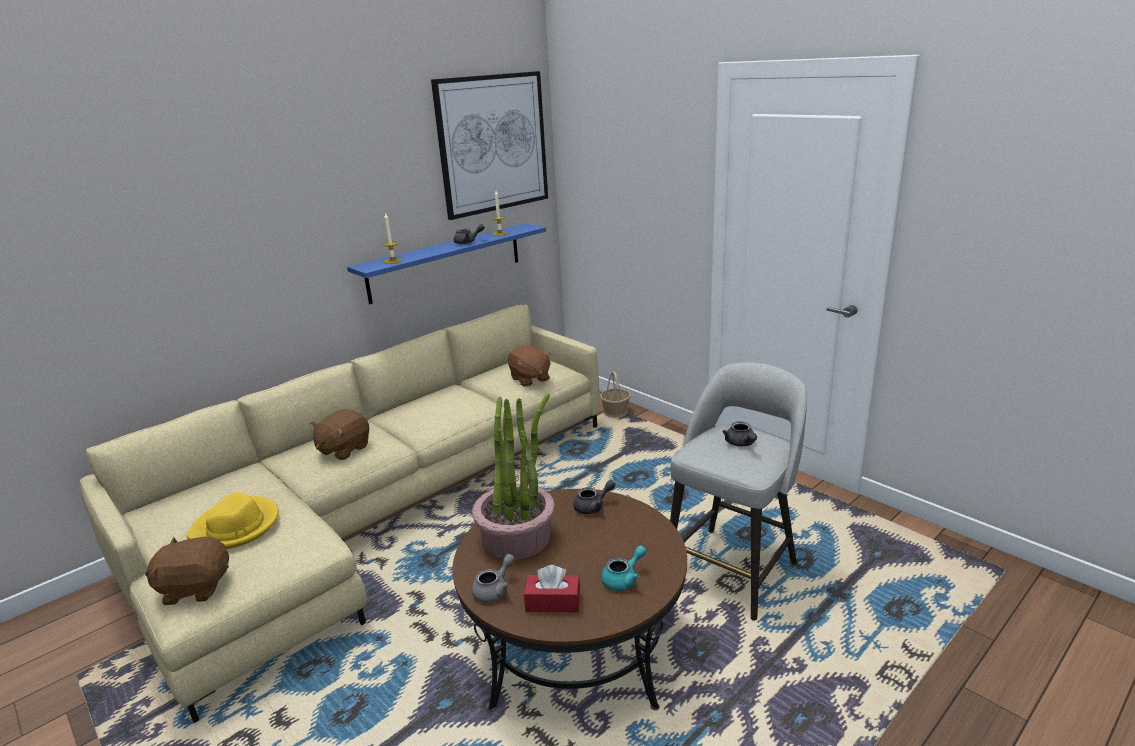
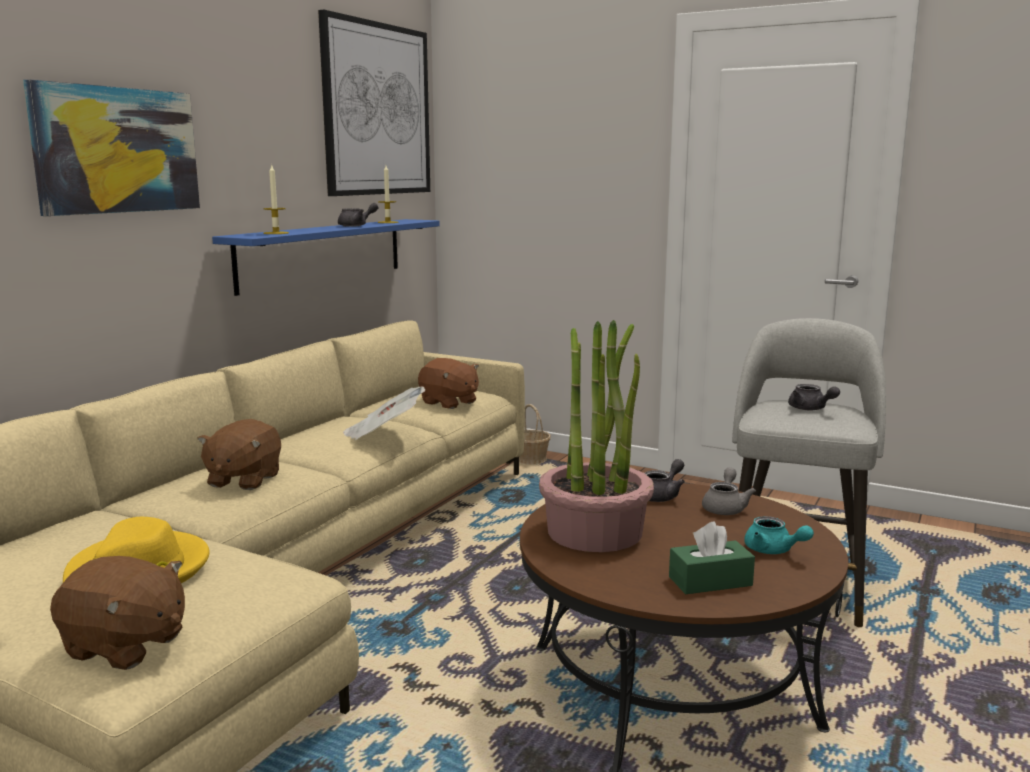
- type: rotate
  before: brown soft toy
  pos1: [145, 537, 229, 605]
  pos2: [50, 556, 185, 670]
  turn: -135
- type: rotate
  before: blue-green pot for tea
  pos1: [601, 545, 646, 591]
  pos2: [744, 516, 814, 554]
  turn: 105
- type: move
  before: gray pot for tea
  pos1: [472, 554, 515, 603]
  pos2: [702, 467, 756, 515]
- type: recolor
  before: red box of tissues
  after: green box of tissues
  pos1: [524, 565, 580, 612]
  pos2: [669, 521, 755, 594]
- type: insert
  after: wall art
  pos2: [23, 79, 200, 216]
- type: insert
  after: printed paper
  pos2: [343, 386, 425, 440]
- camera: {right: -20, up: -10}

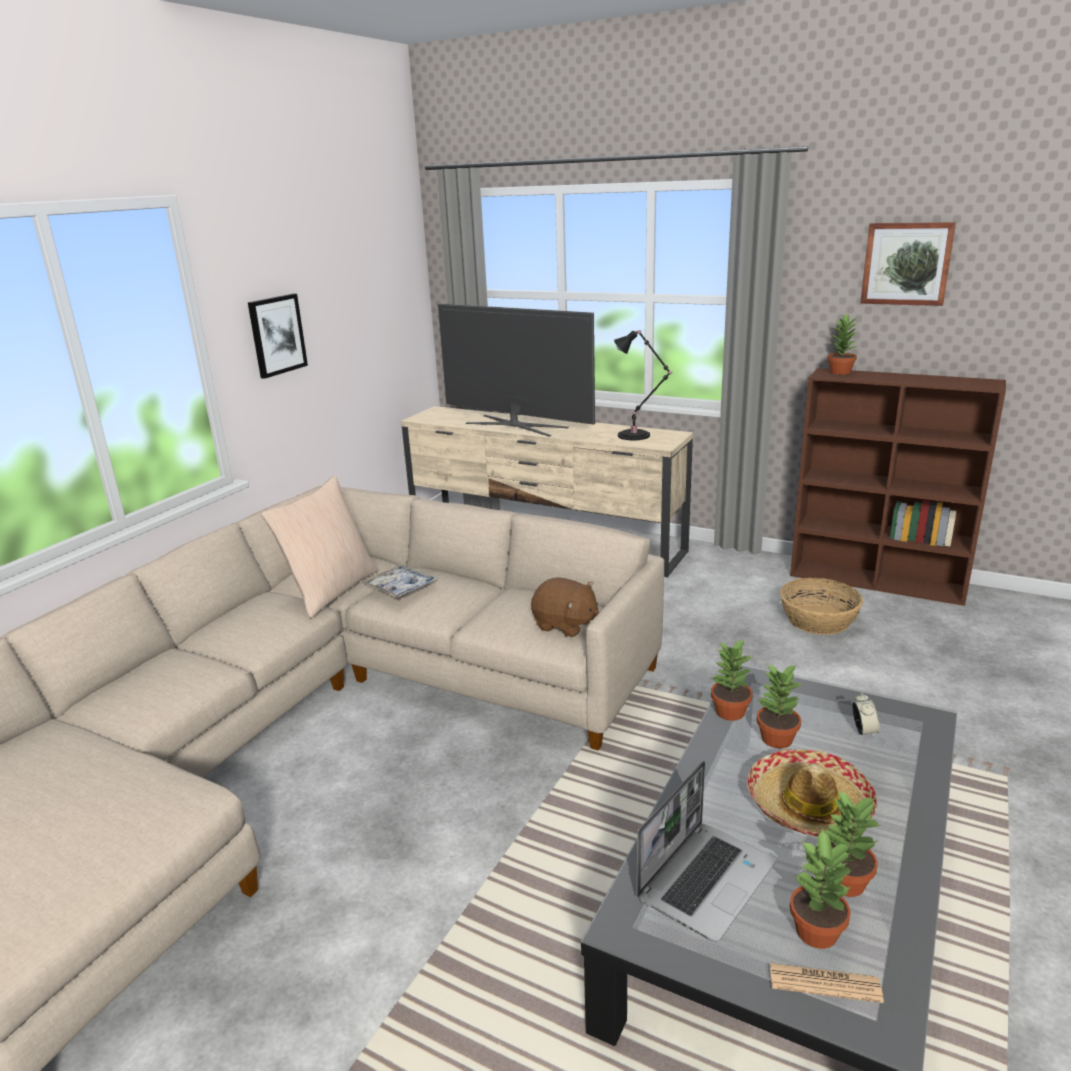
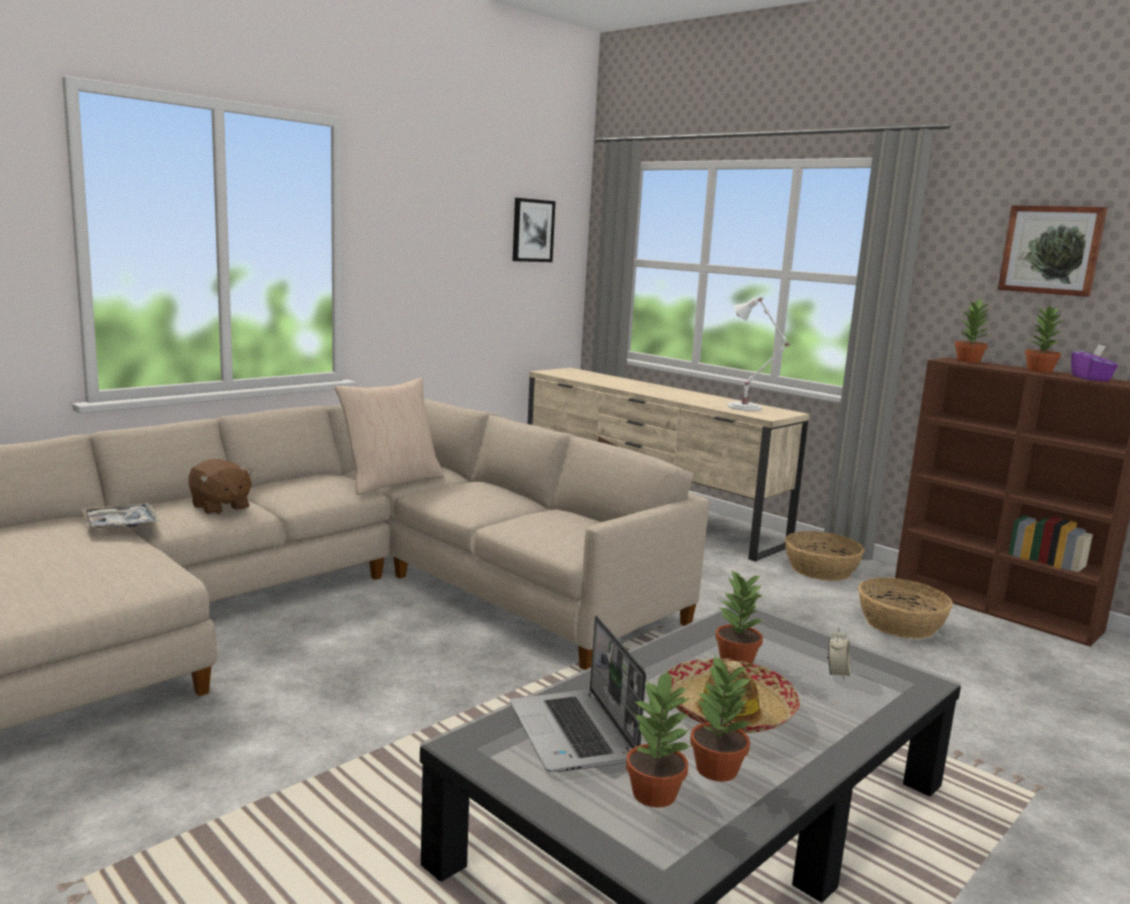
- type: move
  before: wall art
  pos1: [248, 294, 308, 379]
  pos2: [513, 198, 556, 262]
- type: delete
  before: television
  pos1: [438, 304, 595, 437]
- type: recolor
  before: black-coloured lamp for a table
  after: whitish lamp for a table
  pos1: [614, 330, 672, 440]
  pos2: [728, 297, 789, 411]
- type: move
  before: carrying tray
  pos1: [361, 565, 439, 599]
  pos2: [82, 503, 160, 529]
- type: move
  before: brown soft toy
  pos1: [531, 577, 599, 637]
  pos2: [188, 459, 254, 515]
- type: move
  before: potted plant
  pos1: [711, 640, 754, 721]
  pos2: [1025, 306, 1065, 373]
- type: rotate
  before: laptop
  pos1: [637, 761, 776, 942]
  pos2: [510, 615, 646, 772]
  turn: 105
- type: delete
  before: printed paper
  pos1: [770, 963, 884, 1003]
- type: insert
  after: purplish box of tissues
  pos2: [1071, 345, 1118, 381]
- type: insert
  after: household basket
  pos2: [785, 531, 865, 581]
- camera: {right: 15, up: -10}

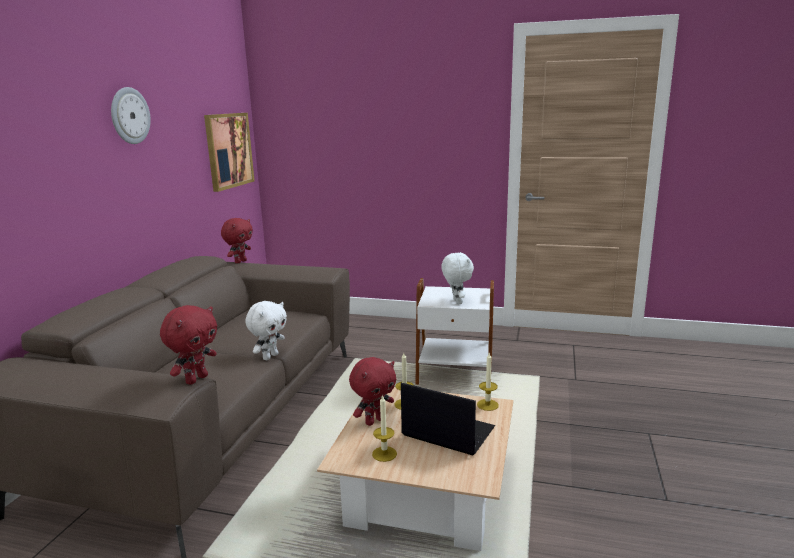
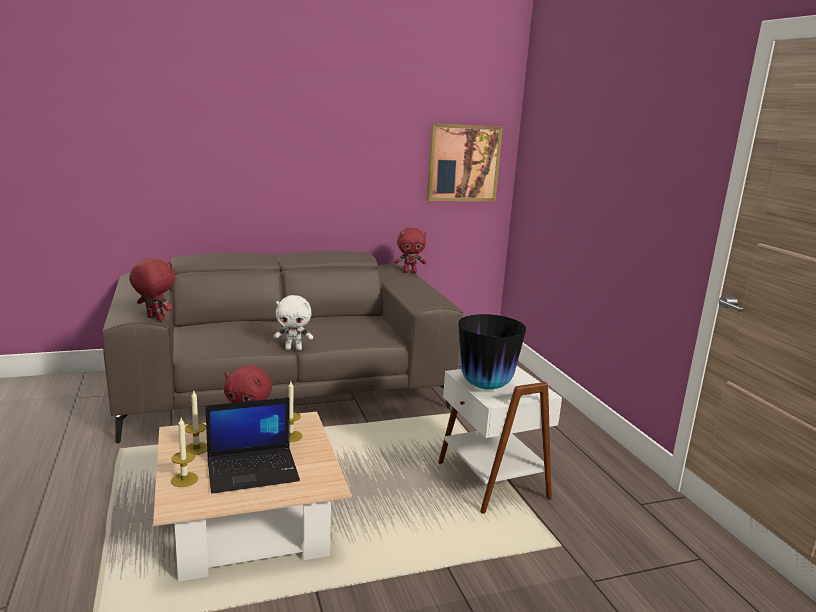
- type: delete
  before: hanging clock
  pos1: [111, 87, 151, 144]
- type: replace
  before: whitish soft toy
  after: vase
  pos1: [441, 252, 474, 304]
  pos2: [458, 314, 526, 390]
- type: rotate
  before: red soft toy
  pos1: [160, 305, 217, 385]
  pos2: [129, 258, 175, 321]
  turn: -150
- type: move
  before: wax candle
  pos1: [477, 353, 499, 411]
  pos2: [171, 418, 198, 487]
- type: rotate
  before: laptop
  pos1: [401, 382, 495, 455]
  pos2: [205, 397, 300, 494]
  turn: 75
- camera: {right: 55, up: 0}

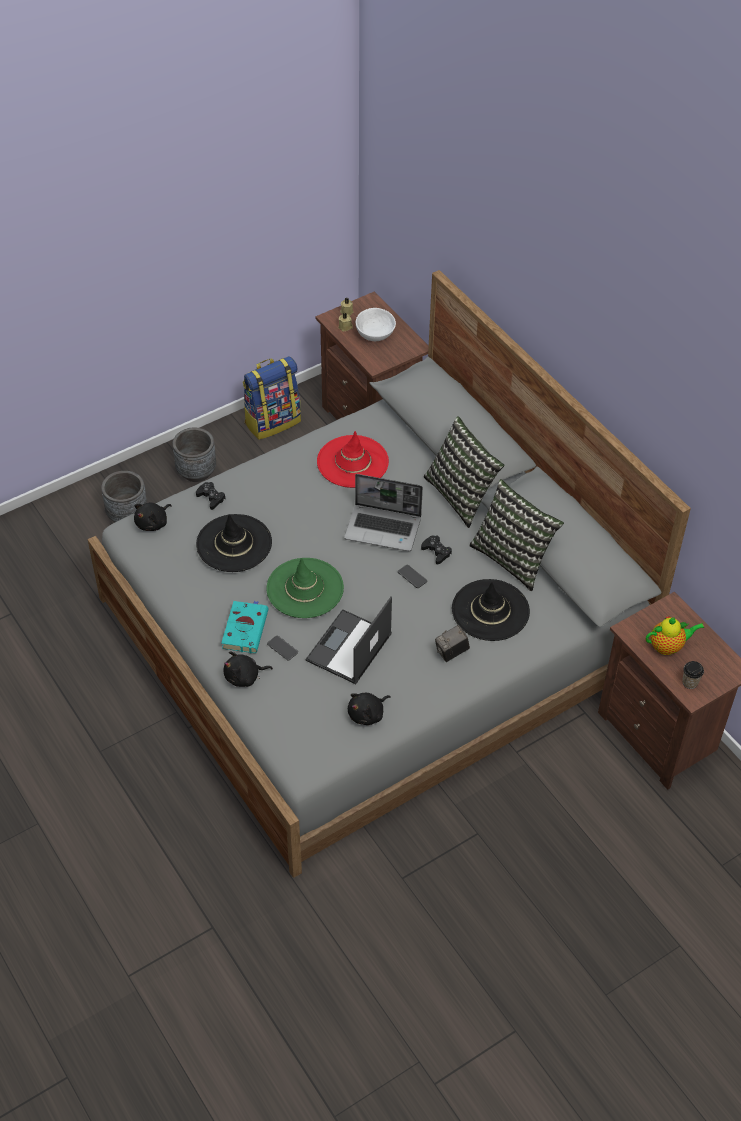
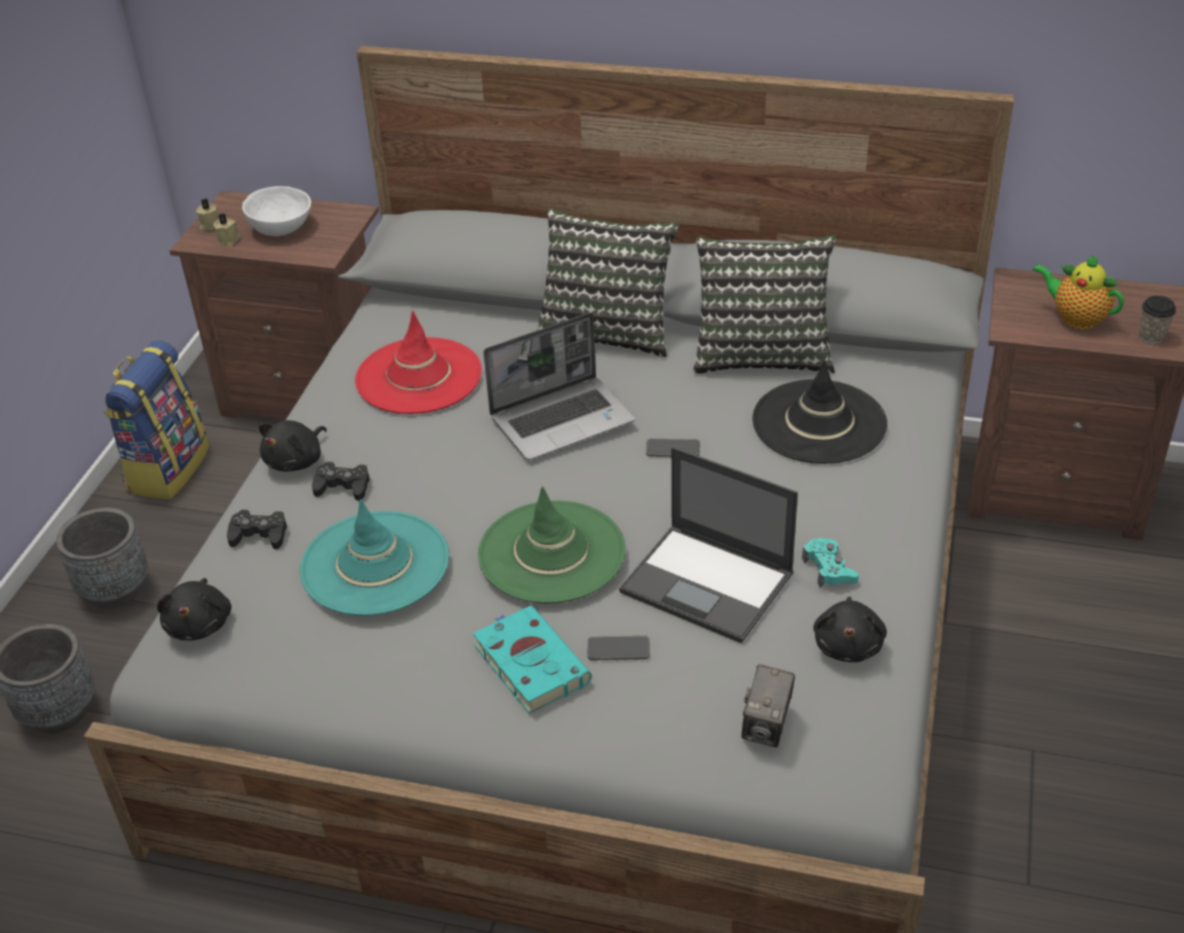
- type: recolor
  before: black-coloured hat
  after: blue-green hat
  pos1: [196, 514, 272, 572]
  pos2: [300, 499, 449, 616]
- type: move
  before: black-coloured game controller
  pos1: [421, 535, 452, 564]
  pos2: [312, 462, 370, 501]
- type: rotate
  before: laptop
  pos1: [305, 597, 392, 684]
  pos2: [619, 447, 798, 643]
  turn: -45
- type: rotate
  before: pot for tea
  pos1: [646, 616, 704, 655]
  pos2: [1032, 254, 1124, 329]
  turn: -90
- type: move
  before: still camera
  pos1: [435, 625, 470, 662]
  pos2: [741, 664, 795, 748]
- type: move
  before: black-coloured soft toy
  pos1: [224, 651, 273, 687]
  pos2: [259, 420, 327, 471]
- type: insert
  after: blue-green game controller
  pos2: [802, 538, 859, 588]
- camera: {right: -40, up: -10}

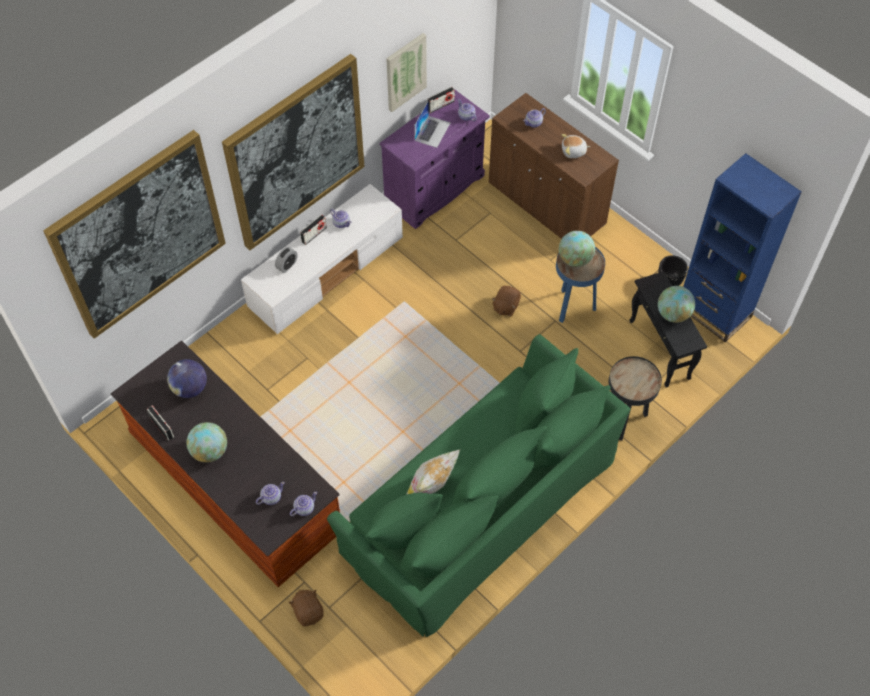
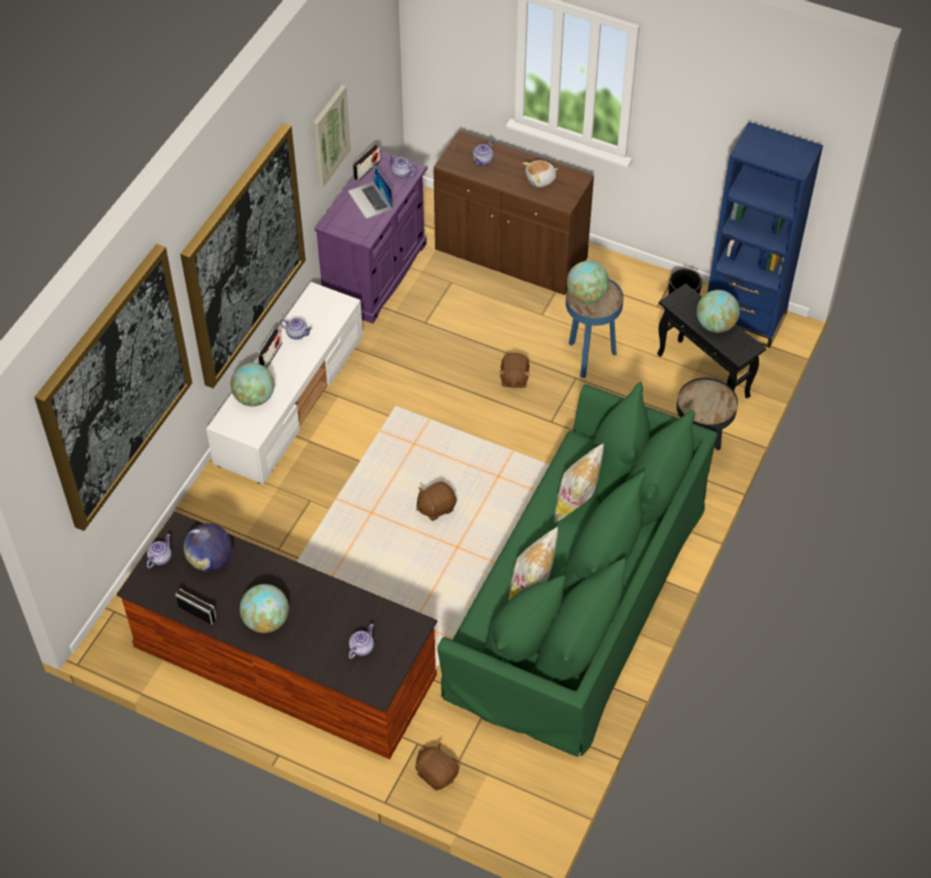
- type: rotate
  before: laptop
  pos1: [414, 100, 450, 148]
  pos2: [348, 162, 393, 219]
  turn: 150
- type: replace
  before: alarm clock
  after: globe
  pos1: [275, 247, 298, 273]
  pos2: [231, 363, 274, 406]
- type: move
  before: pot for tea
  pos1: [290, 492, 317, 516]
  pos2: [147, 534, 172, 569]
- type: insert
  after: pillow
  pos2: [554, 443, 604, 523]
- type: insert
  after: brown soft toy
  pos2: [416, 481, 456, 521]
- camera: {right: -20, up: -5}

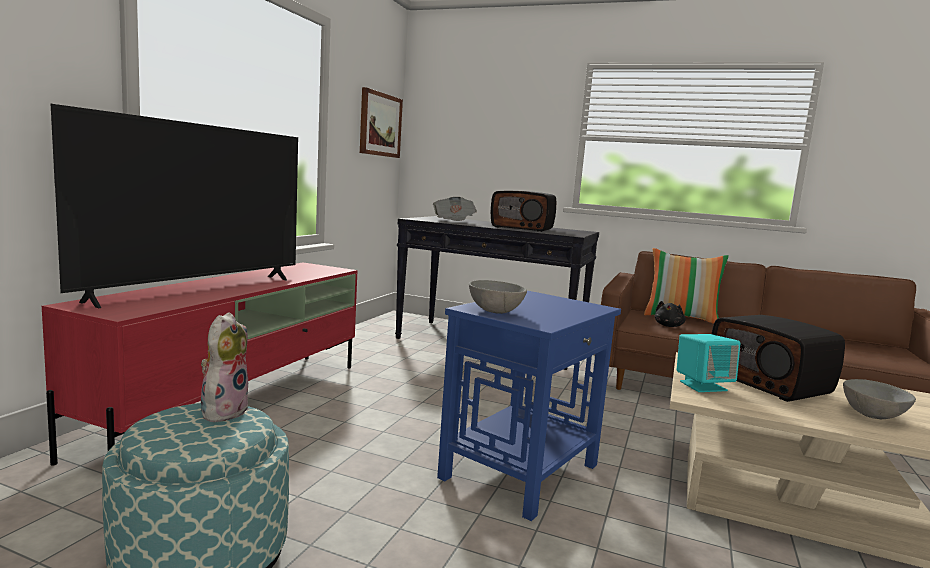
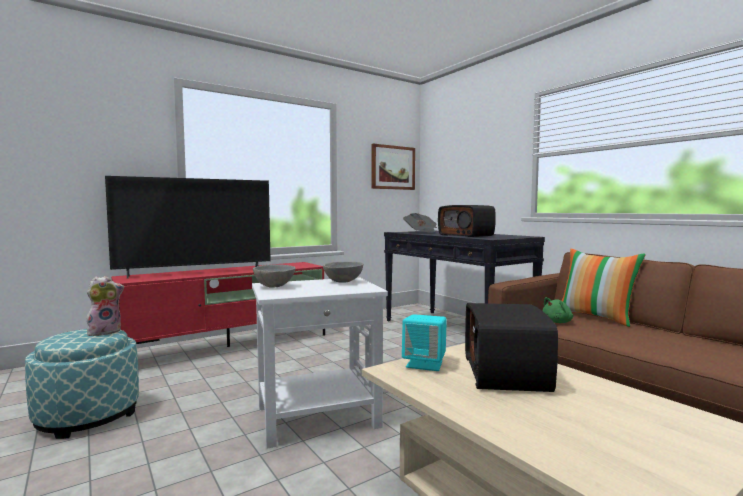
- type: recolor
  before: blue-coloured end table
  after: whitish end table
  pos1: [437, 291, 621, 521]
  pos2: [252, 277, 388, 448]
- type: recolor
  before: black-coloured soft toy
  after: green soft toy
  pos1: [655, 301, 686, 327]
  pos2: [542, 297, 574, 323]
- type: move
  before: gray deep dish
  pos1: [843, 379, 916, 419]
  pos2: [323, 262, 363, 283]
- camera: {right: 35, up: -5}

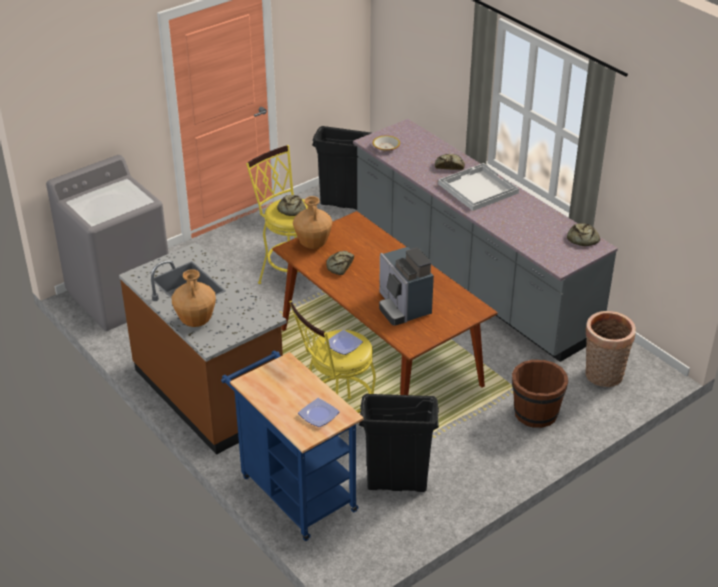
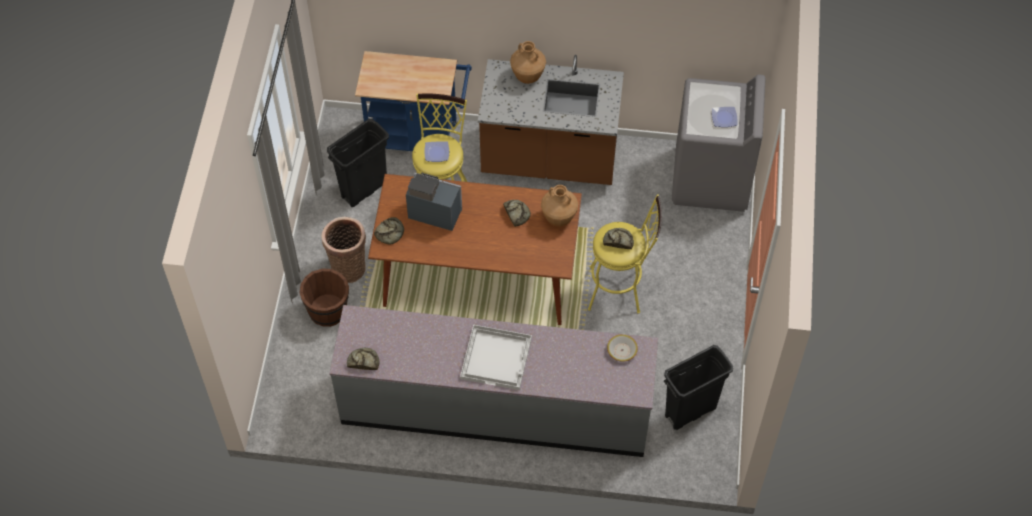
- type: move
  before: baked bread
  pos1: [435, 154, 465, 170]
  pos2: [374, 217, 404, 245]
- type: move
  before: household basket
  pos1: [585, 311, 636, 387]
  pos2: [322, 217, 366, 283]
- type: move
  before: flat dish
  pos1: [298, 398, 340, 427]
  pos2: [712, 107, 738, 127]
- camera: {right: 135, up: 20}

